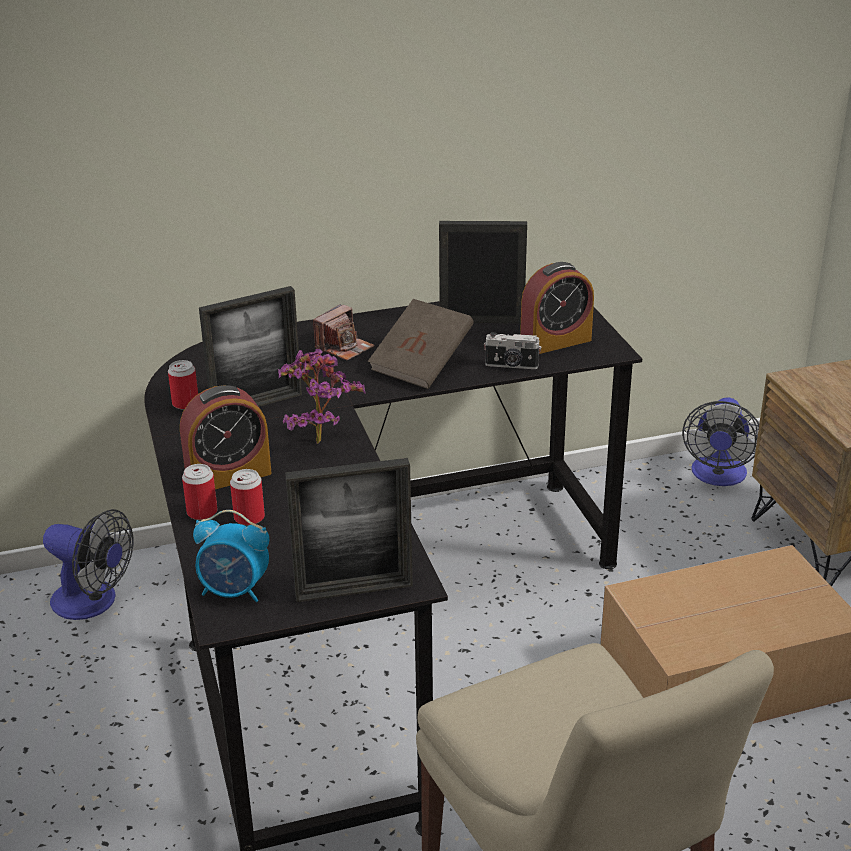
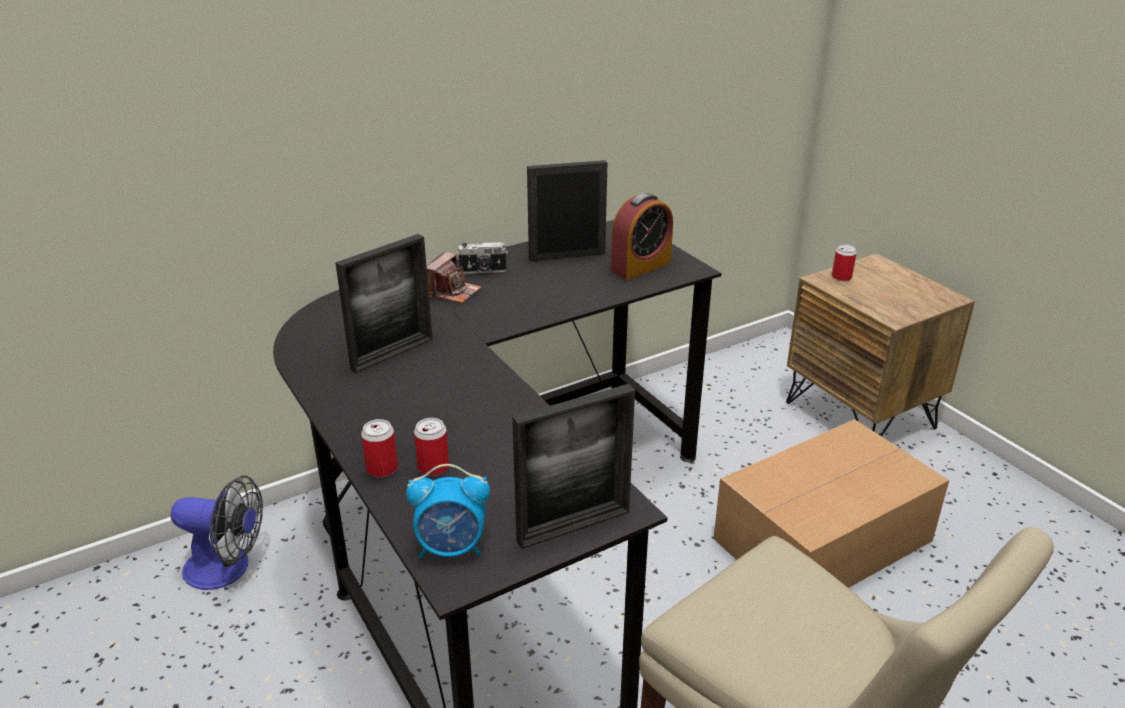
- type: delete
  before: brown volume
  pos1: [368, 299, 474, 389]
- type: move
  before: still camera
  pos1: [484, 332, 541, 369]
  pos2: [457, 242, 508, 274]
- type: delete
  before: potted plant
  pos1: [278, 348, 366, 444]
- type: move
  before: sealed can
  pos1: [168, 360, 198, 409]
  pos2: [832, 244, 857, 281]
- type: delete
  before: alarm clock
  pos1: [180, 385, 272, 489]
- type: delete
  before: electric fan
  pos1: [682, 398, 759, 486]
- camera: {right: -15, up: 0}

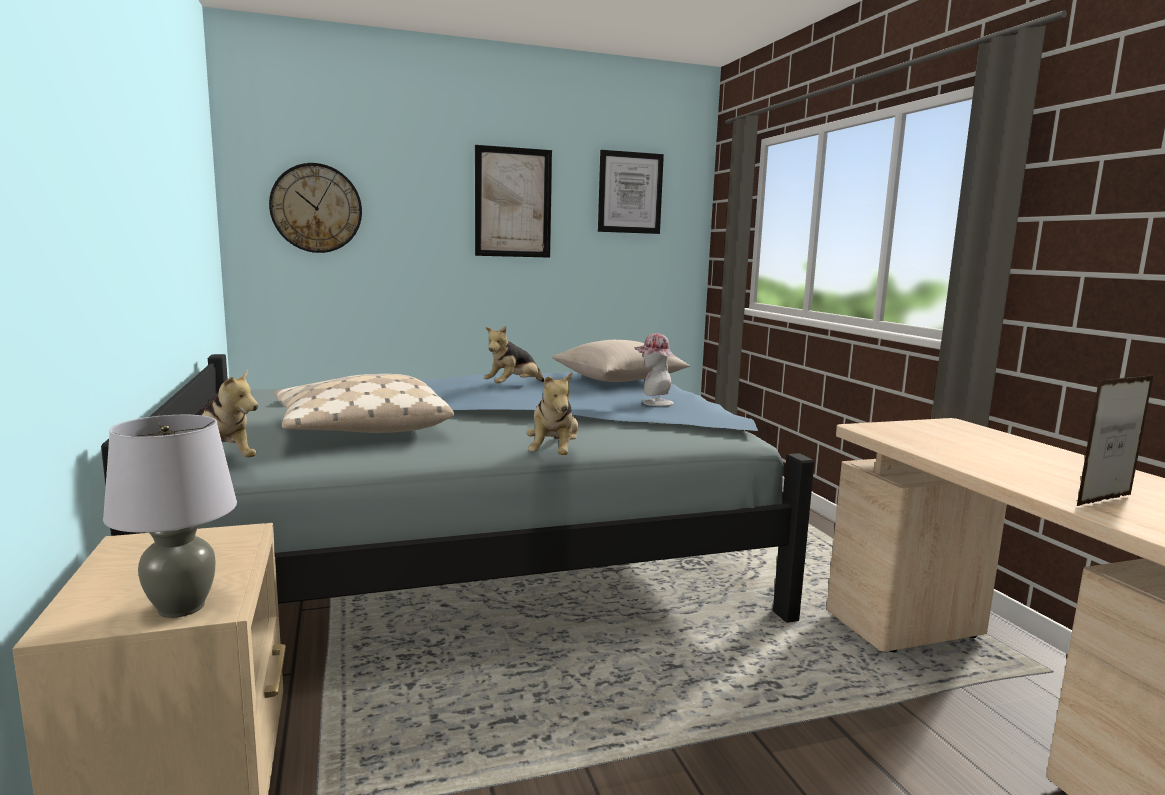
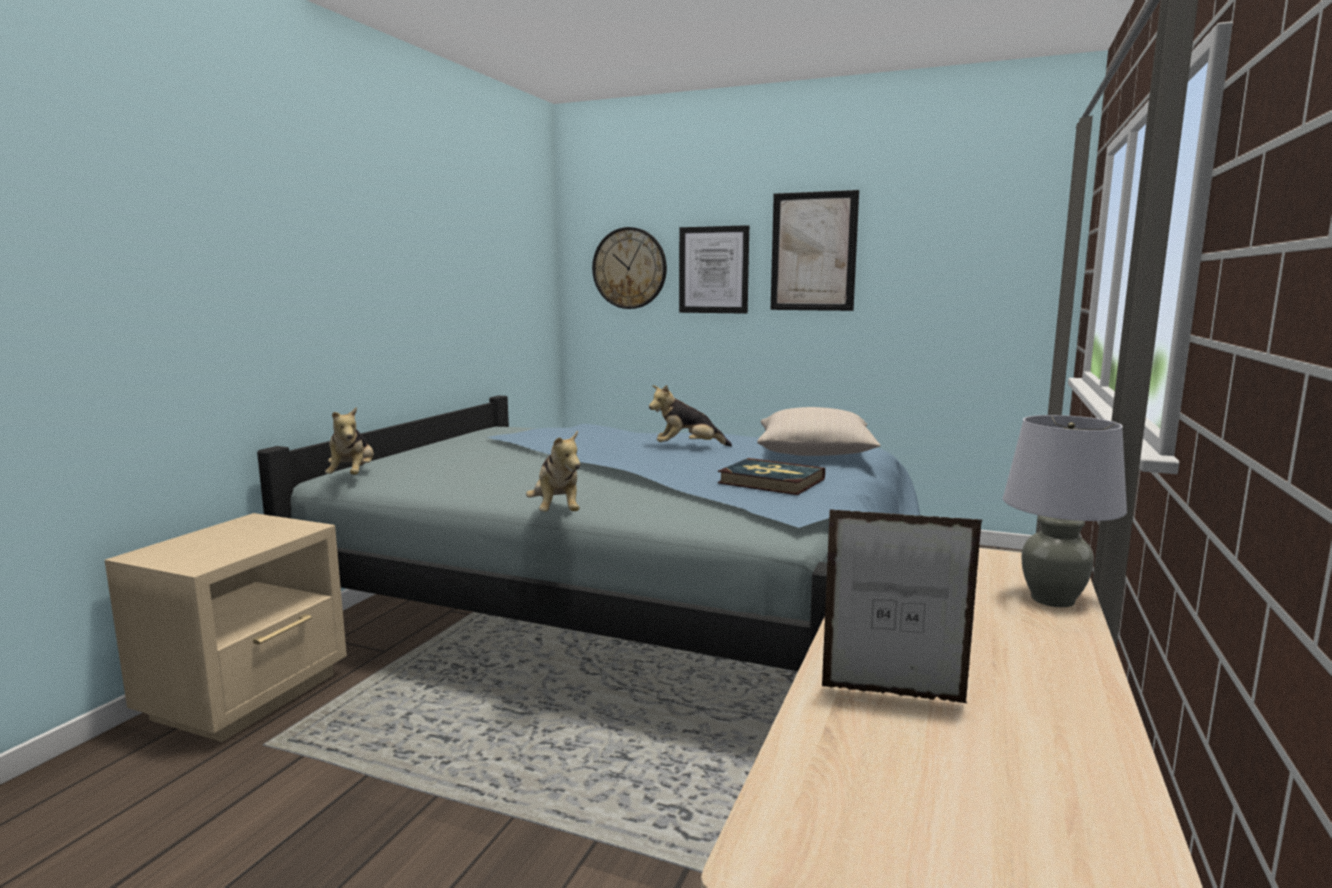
- type: move
  before: wall art
  pos1: [598, 150, 664, 234]
  pos2: [679, 225, 749, 314]
- type: replace
  before: hat
  after: volume
  pos1: [634, 333, 675, 406]
  pos2: [718, 458, 825, 495]
- type: rotate
  before: soft toy
  pos1: [527, 372, 579, 455]
  pos2: [526, 431, 580, 512]
  turn: -60
- type: delete
  before: beige-coloured pillow
  pos1: [274, 374, 454, 433]
- type: move
  before: gray lamp for a table
  pos1: [103, 415, 237, 618]
  pos2: [1003, 415, 1127, 607]
- camera: {right: 40, up: 0}

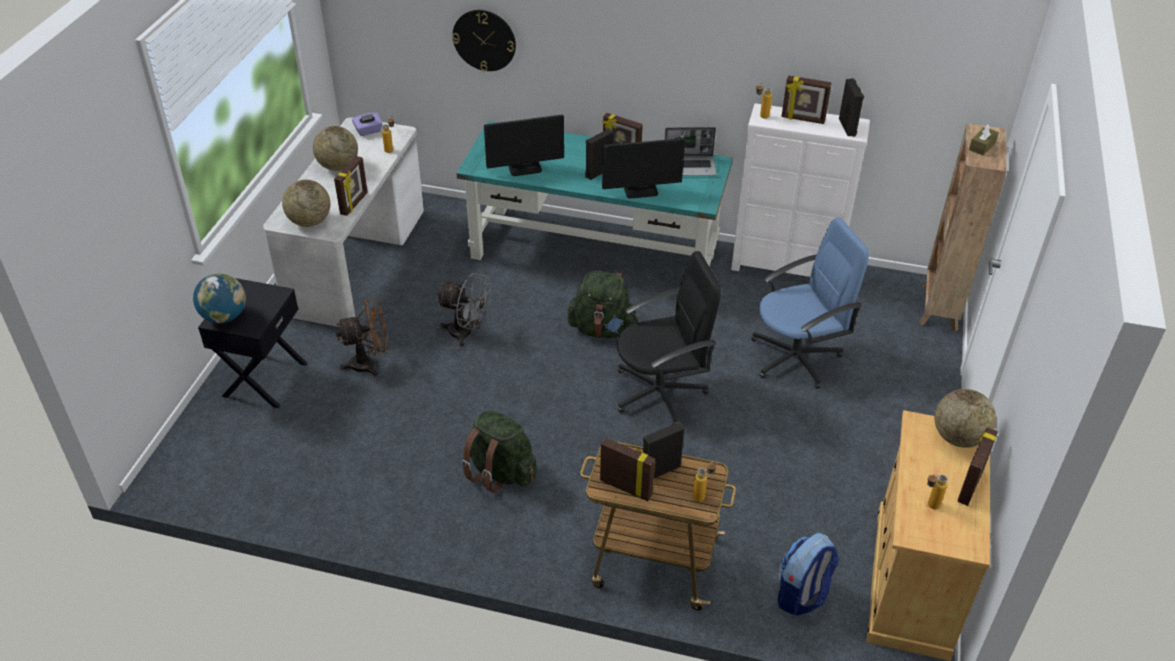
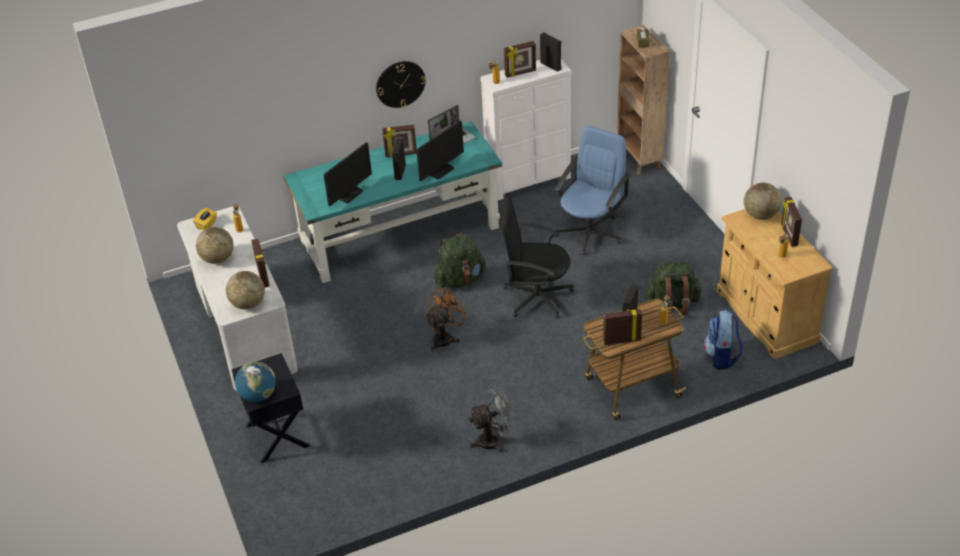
- type: move
  before: hanging clock
  pos1: [452, 10, 516, 72]
  pos2: [376, 61, 426, 108]
- type: recolor
  before: purplish box of tissues
  after: yellowish box of tissues
  pos1: [352, 112, 382, 136]
  pos2: [193, 208, 217, 230]
- type: rotate
  before: black-coloured computer chair
  pos1: [617, 251, 721, 424]
  pos2: [501, 196, 574, 318]
  turn: -120
- type: move
  before: gray electric fan
  pos1: [436, 273, 492, 347]
  pos2: [469, 387, 515, 452]
- type: move
  before: brown electric fan
  pos1: [335, 298, 389, 377]
  pos2: [424, 285, 470, 351]
- type: move
  before: green rucksack
  pos1: [461, 410, 537, 493]
  pos2: [644, 262, 701, 315]
- camera: {right: -35, up: 0}

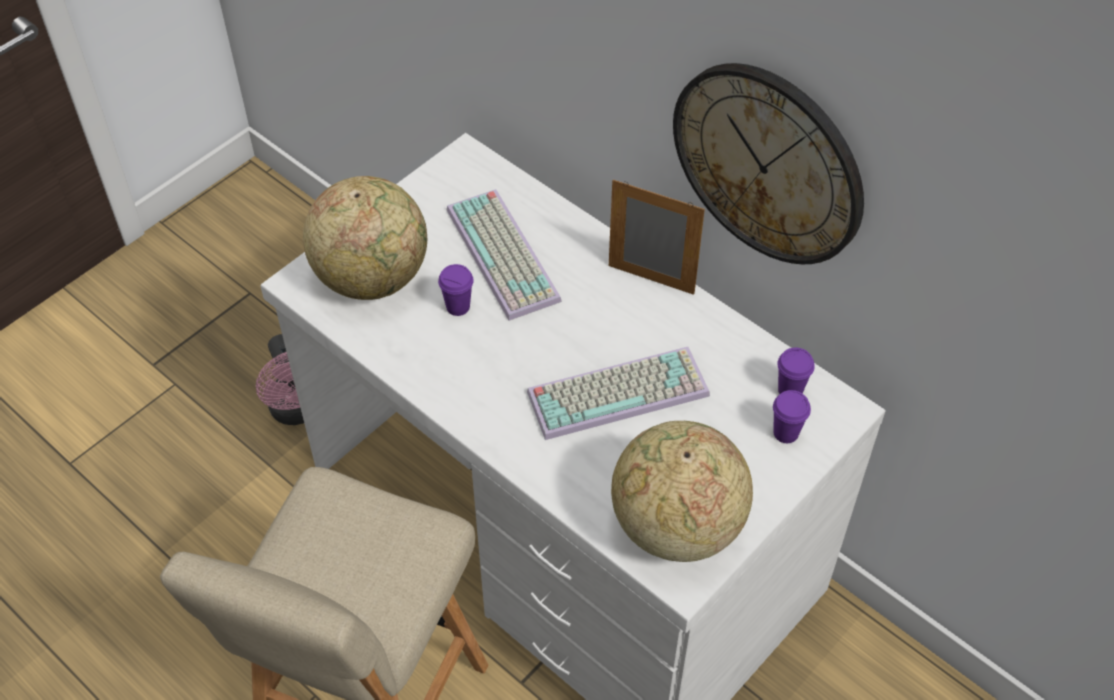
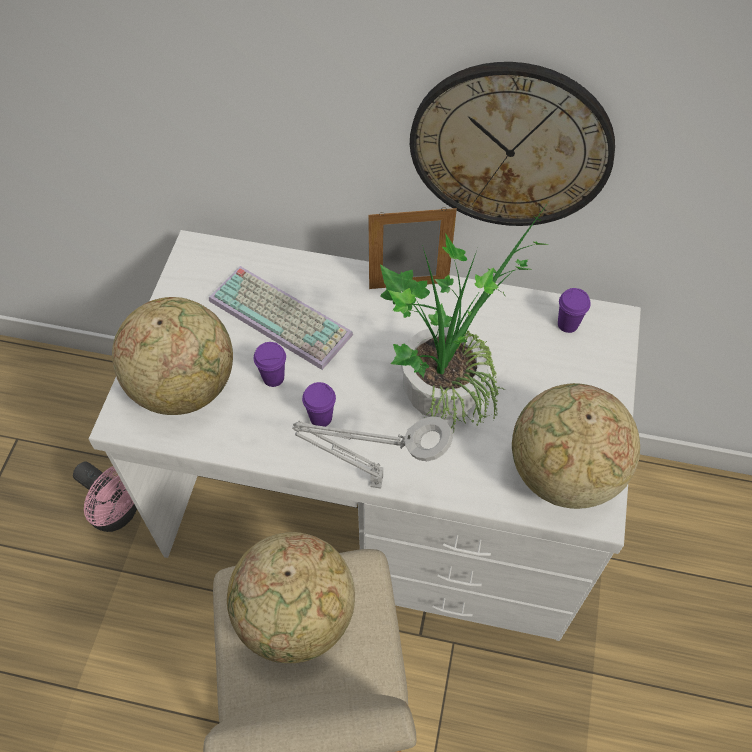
- type: replace
  before: PC keyboard
  after: potted plant
  pos1: [527, 347, 710, 440]
  pos2: [380, 203, 549, 433]
- type: move
  before: purplish drinking cup
  pos1: [773, 390, 811, 443]
  pos2: [302, 382, 336, 427]
- type: insert
  after: gray lamp for a table
  pos2: [292, 416, 453, 488]
- type: insert
  after: globe
  pos2: [227, 532, 355, 663]
- camera: {right: -30, up: 5}

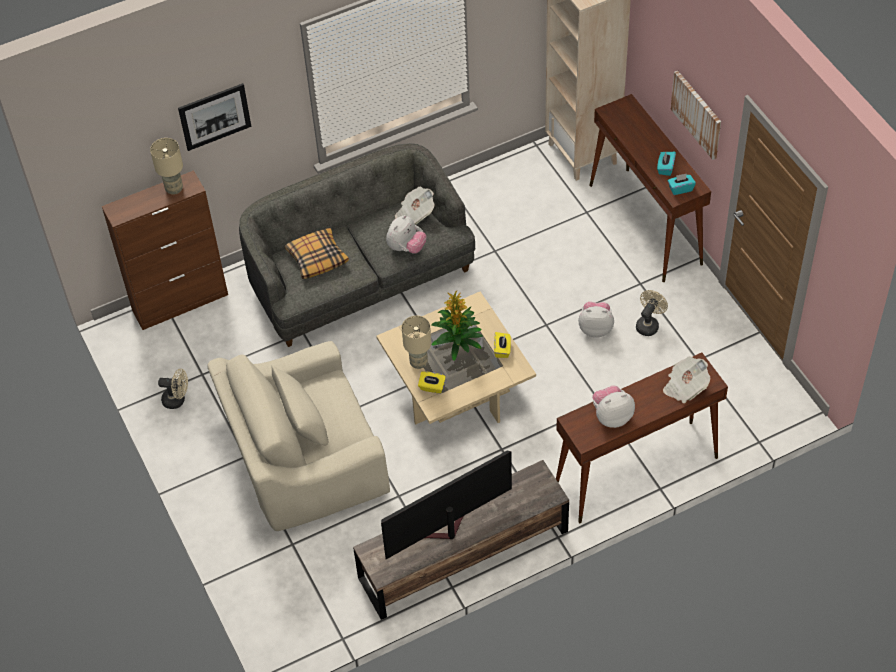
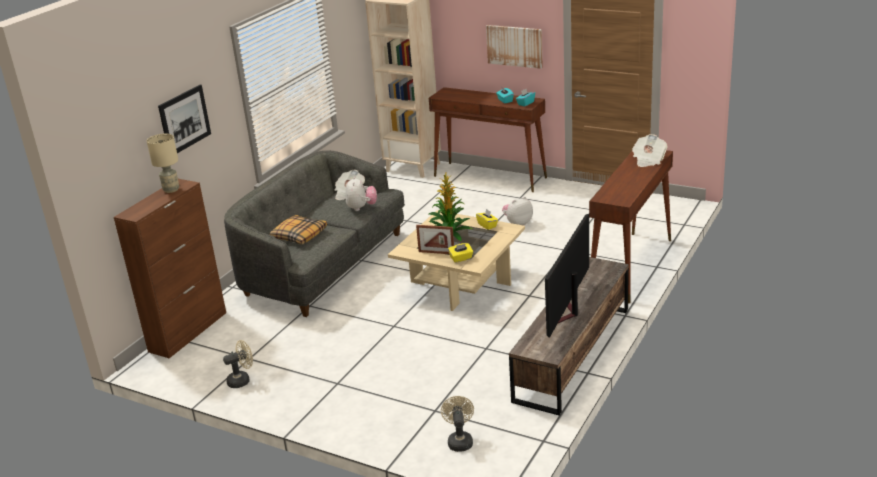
- type: move
  before: beige-coloured electric fan
  pos1: [636, 290, 668, 336]
  pos2: [441, 396, 474, 452]
- type: replace
  before: beige-coloured lamp for a table
  after: picture frame
  pos1: [402, 316, 431, 369]
  pos2: [416, 225, 454, 254]
- type: delete
  before: beige-coloured easy chair
  pos1: [207, 341, 390, 531]
- type: delete
  before: soft toy
  pos1: [592, 385, 635, 428]
- camera: {right: -35, up: -25}

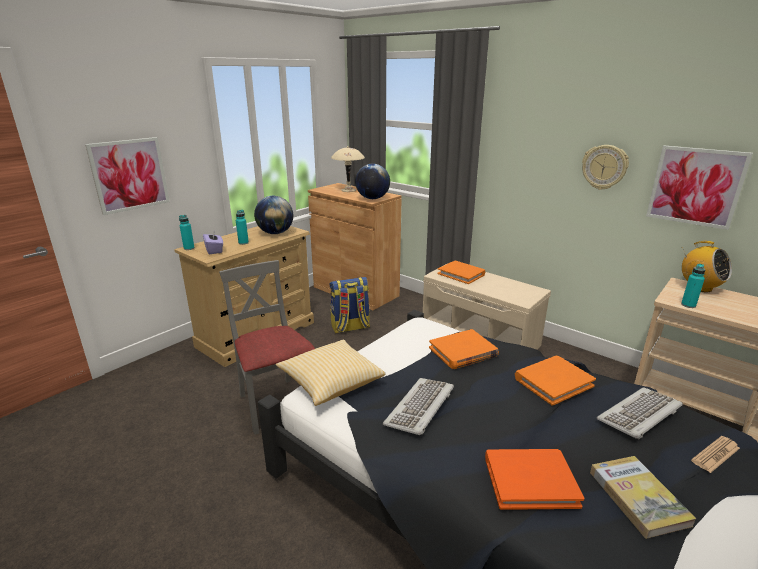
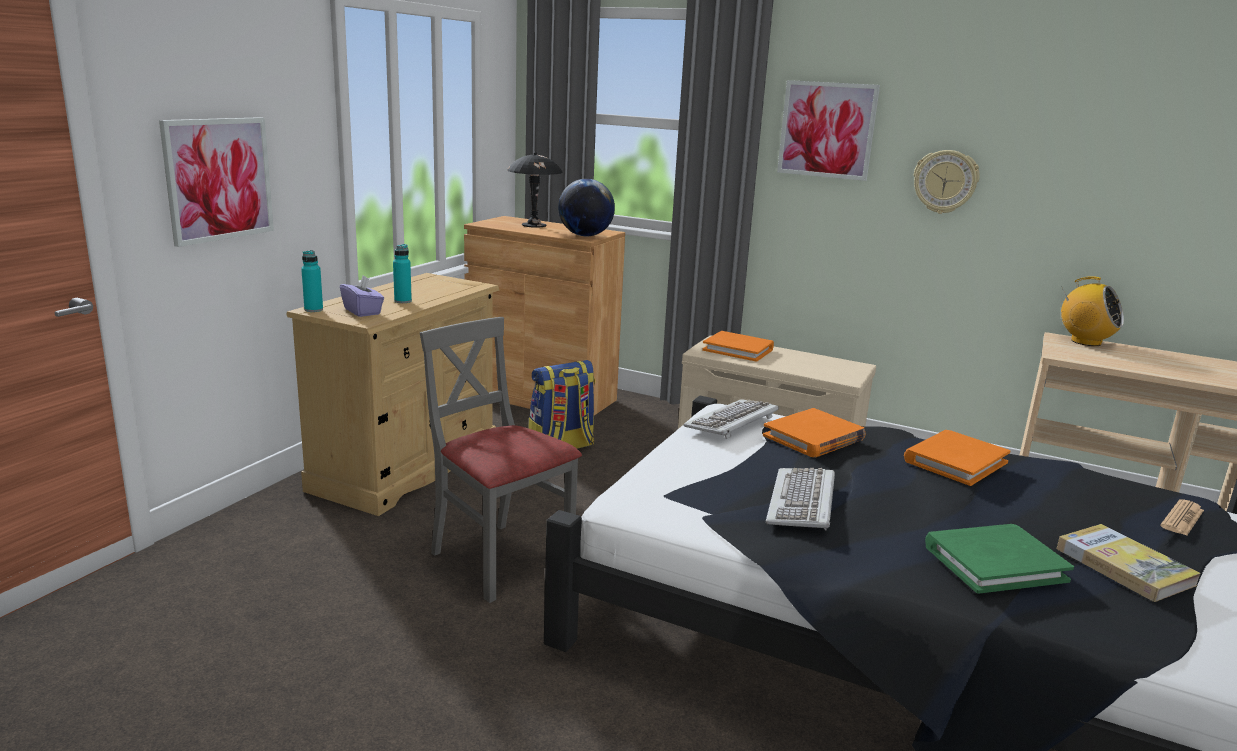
- type: recolor
  before: beige-coloured lamp for a table
  after: black-coloured lamp for a table
  pos1: [331, 146, 365, 192]
  pos2: [507, 152, 563, 228]
- type: move
  before: wall art
  pos1: [646, 146, 753, 230]
  pos2: [777, 80, 880, 181]
- type: delete
  before: globe
  pos1: [254, 196, 293, 234]
- type: delete
  before: blue-green beverage bottle
  pos1: [681, 264, 705, 308]
- type: delete
  before: pillow
  pos1: [276, 339, 385, 406]
- type: move
  before: PC keyboard
  pos1: [597, 387, 683, 440]
  pos2: [683, 399, 779, 439]
- type: recolor
  before: orangey volume
  after: green volume
  pos1: [485, 449, 584, 510]
  pos2: [925, 524, 1074, 594]
- camera: {right: -15, up: -5}

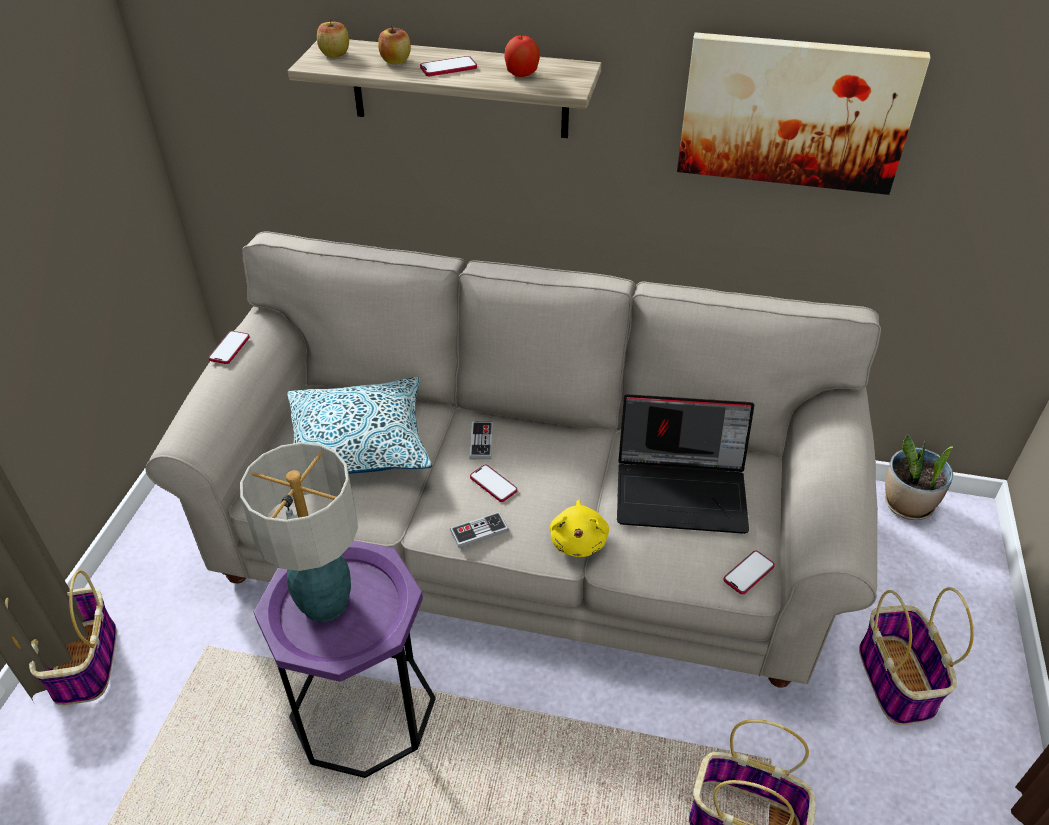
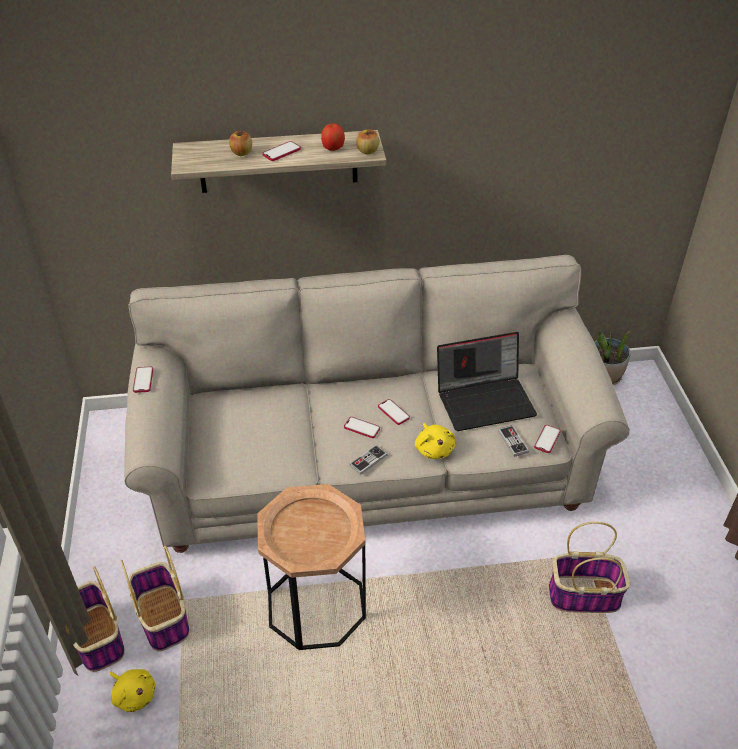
- type: move
  before: apple
  pos1: [317, 19, 349, 57]
  pos2: [356, 128, 379, 154]
- type: delete
  before: wall art
  pos1: [677, 32, 931, 195]
- type: delete
  before: pillow
  pos1: [287, 377, 432, 474]
- type: move
  before: game controller
  pos1: [469, 422, 493, 459]
  pos2: [498, 425, 529, 457]
- type: delete
  before: lamp for a table
  pos1: [240, 442, 358, 622]
- type: recolor
  before: purplish end table
  after: brown end table
  pos1: [254, 540, 436, 778]
  pos2: [257, 484, 366, 650]
- type: move
  before: household basket
  pos1: [859, 587, 974, 725]
  pos2: [121, 545, 189, 652]
- type: insert
  after: handset
  pos2: [378, 399, 410, 425]
- type: insert
  after: yellowish soft toy
  pos2: [110, 669, 155, 712]
- camera: {right: -20, up: 0}

